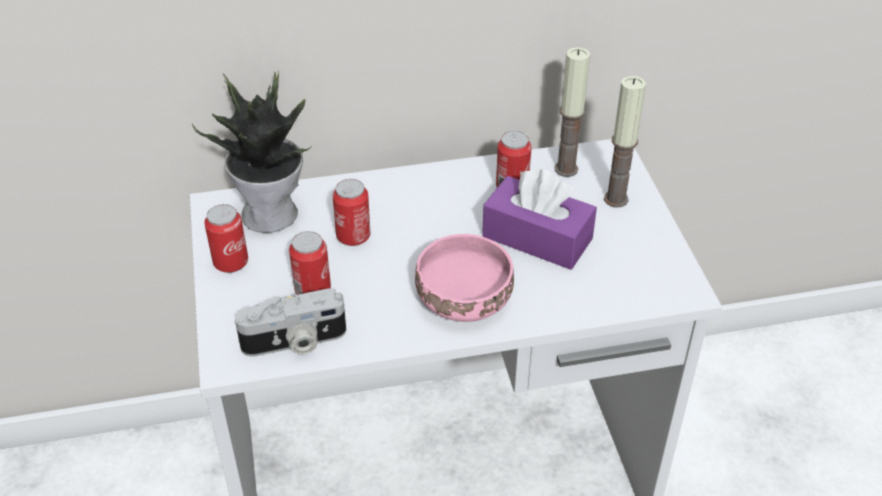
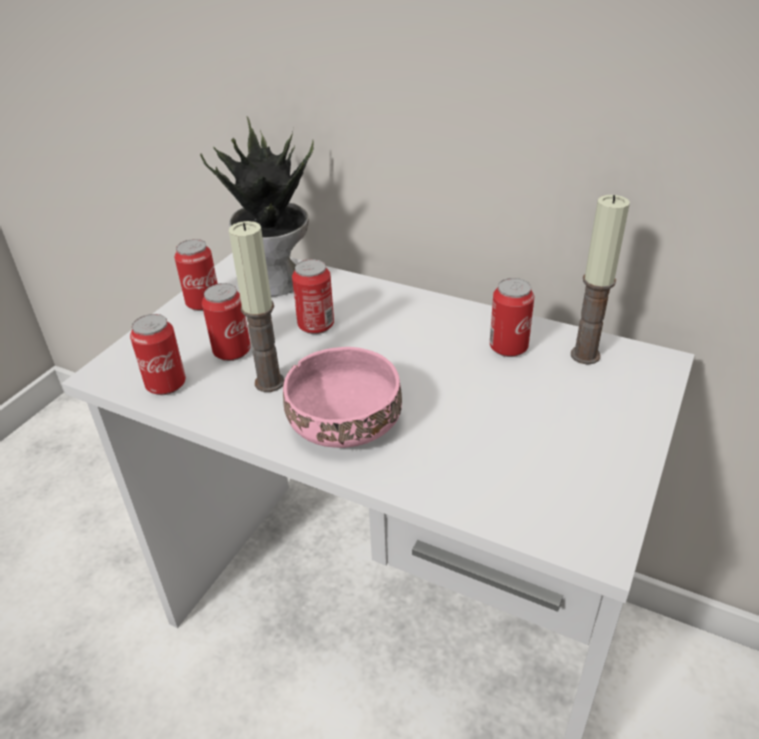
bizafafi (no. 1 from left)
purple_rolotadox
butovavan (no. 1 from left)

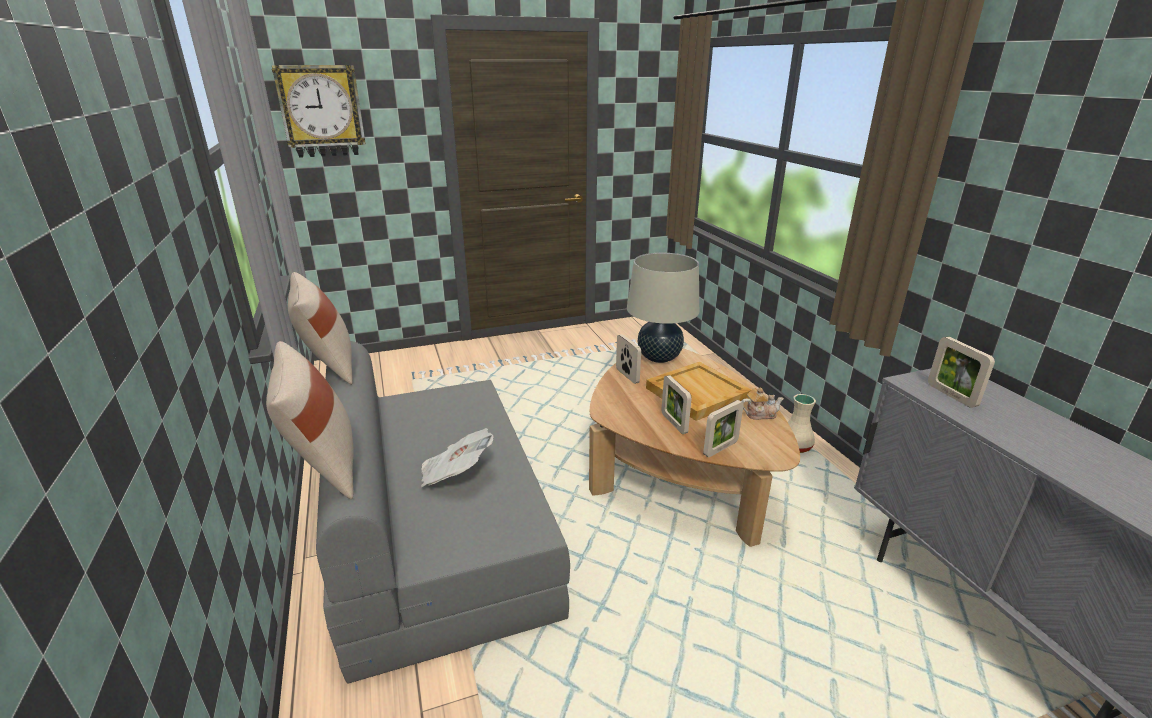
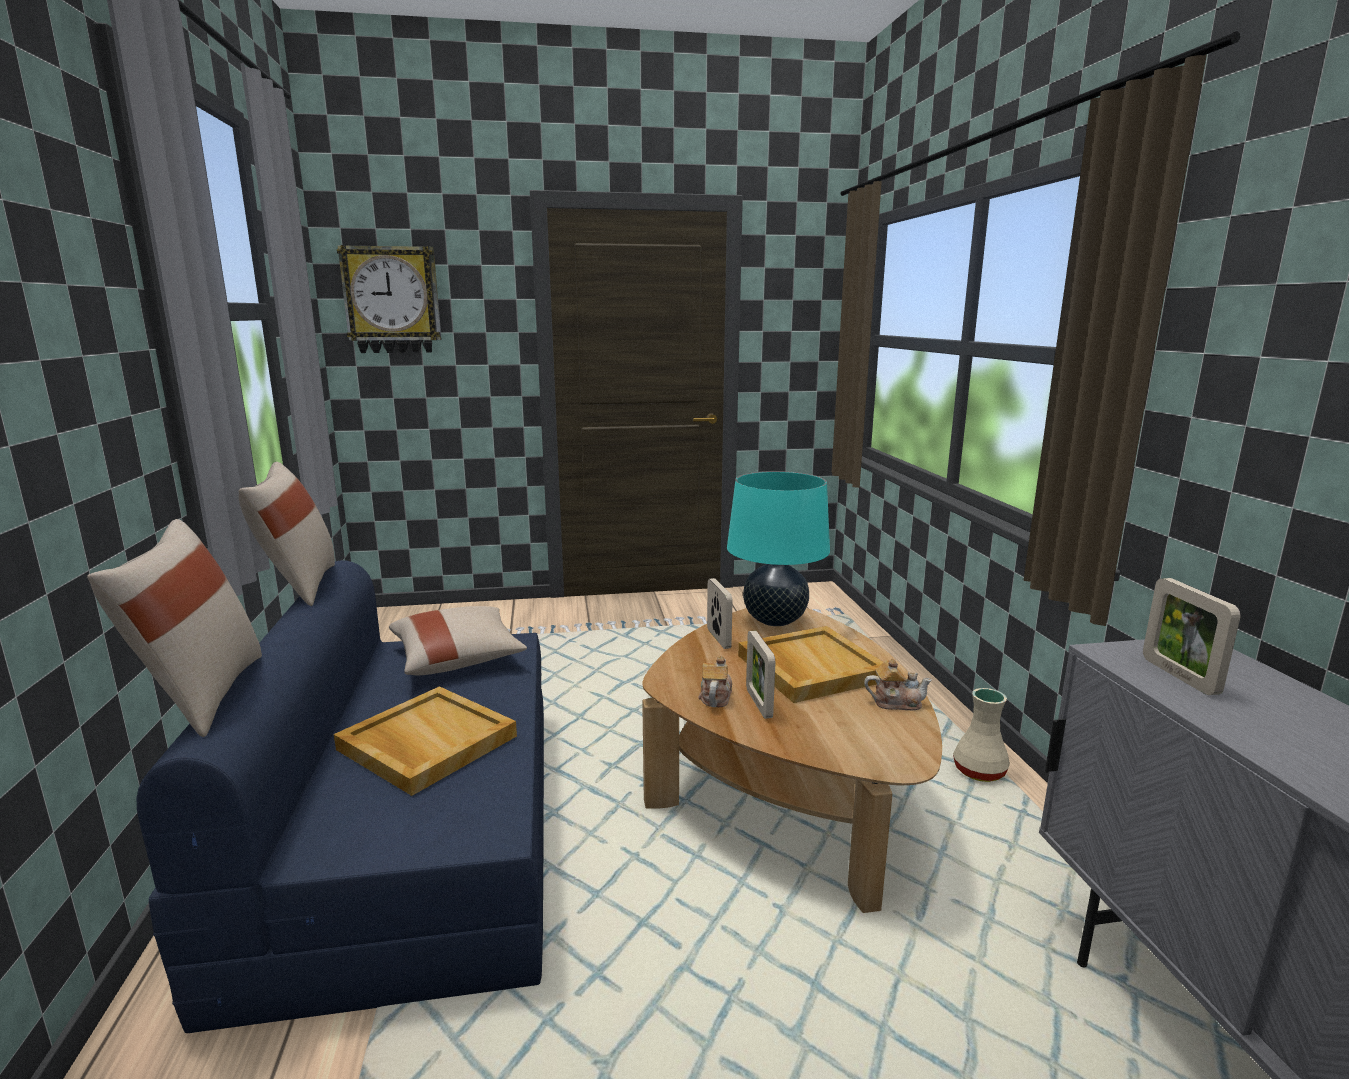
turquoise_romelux
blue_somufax
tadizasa (no. 3 from left in the first image)
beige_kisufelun (no. 1 from left)
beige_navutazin (no. 3 from left)
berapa (no. 1 from left)

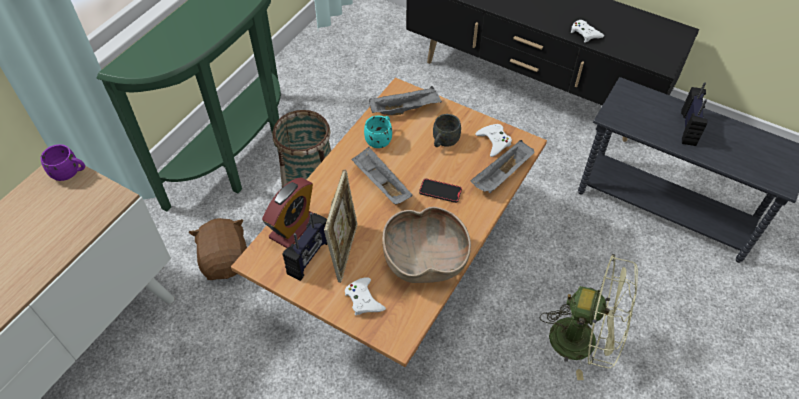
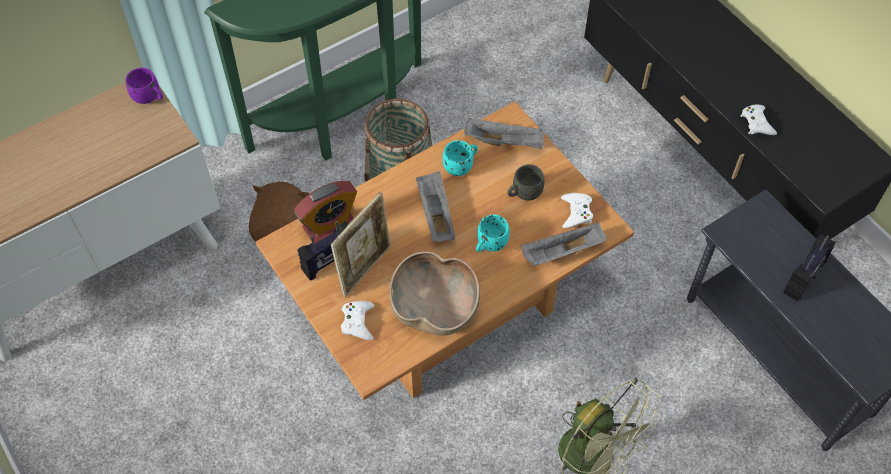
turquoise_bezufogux (no. 2 from left)

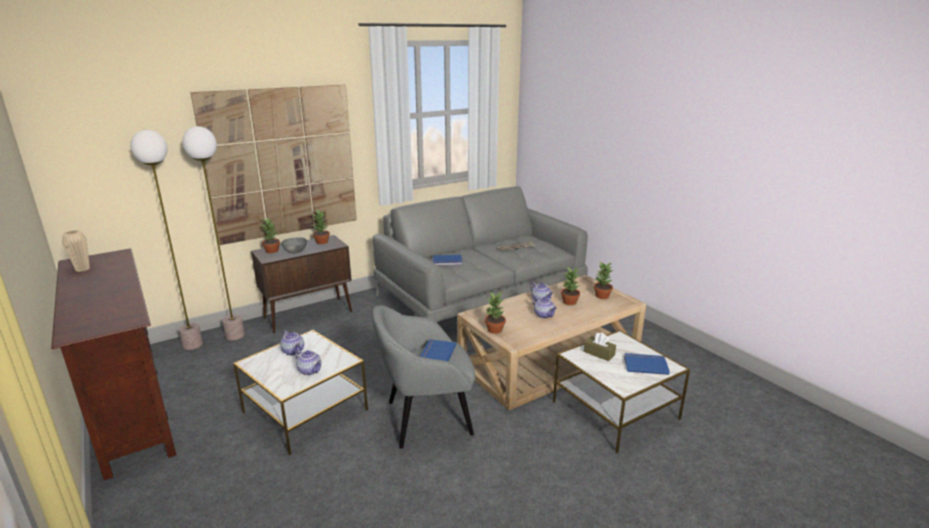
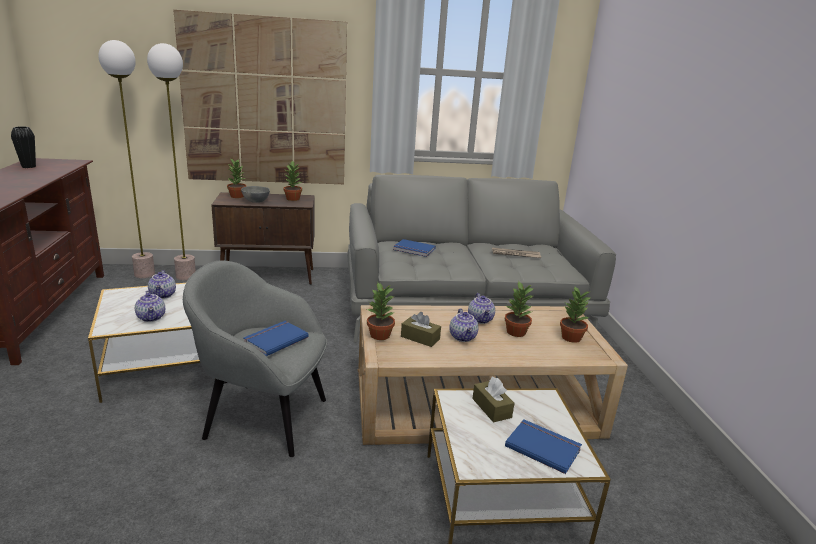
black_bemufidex
brown_rolotadox (no. 1 from left)

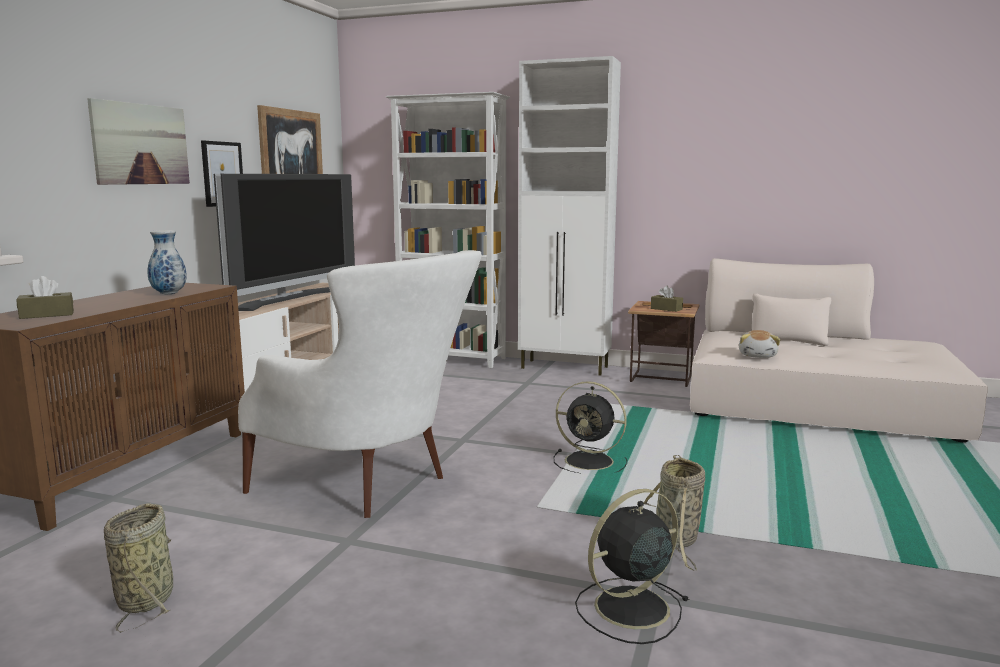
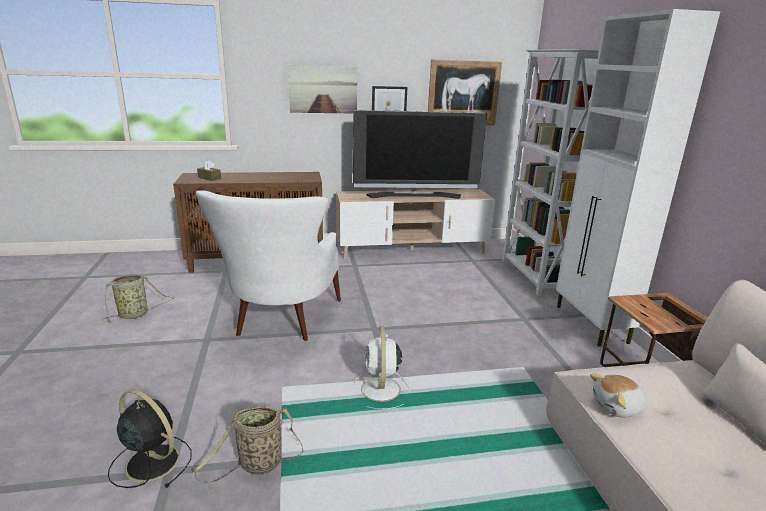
bemufidex
brown_rolotadox (no. 2 from left in the first image)
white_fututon

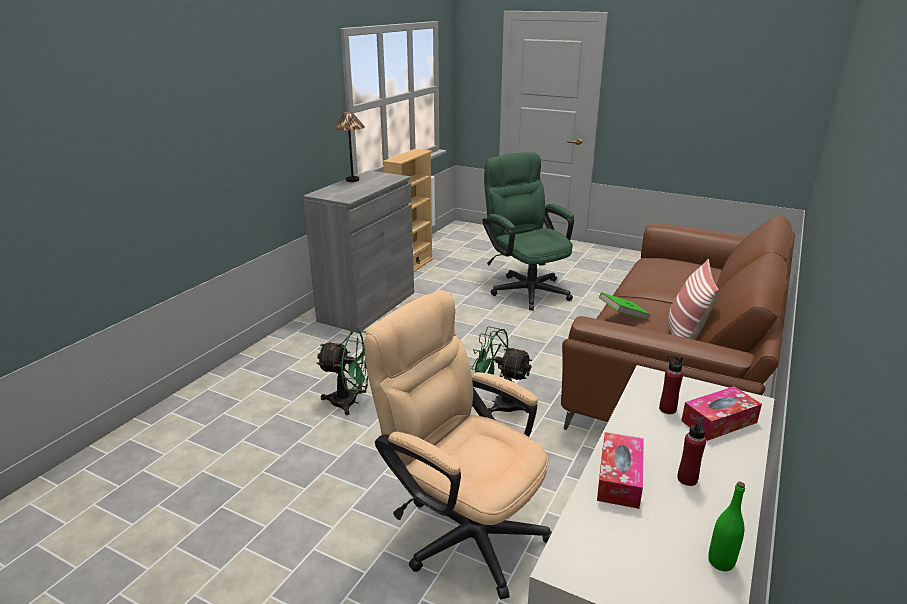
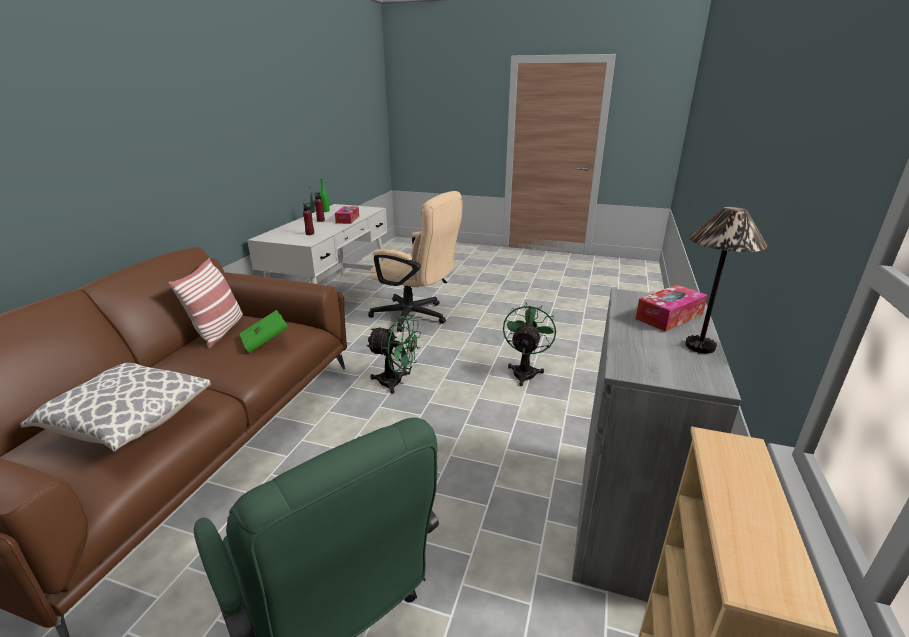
green_fututon (no. 2 from left)
rolotadox (no. 2 from left)
navutazin (no. 1 from left)

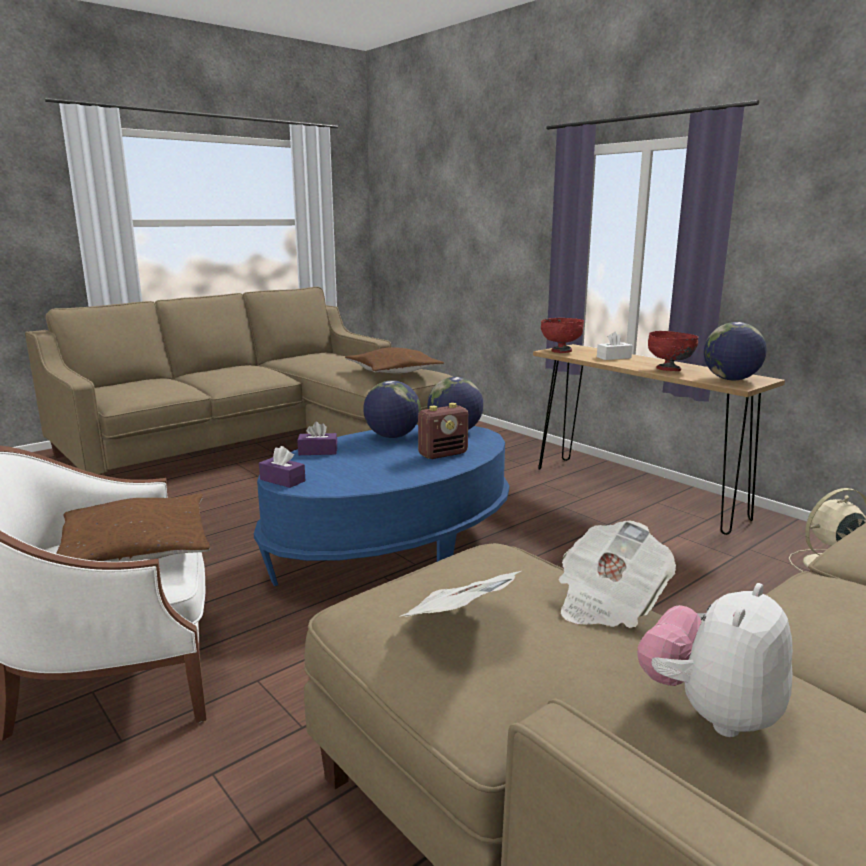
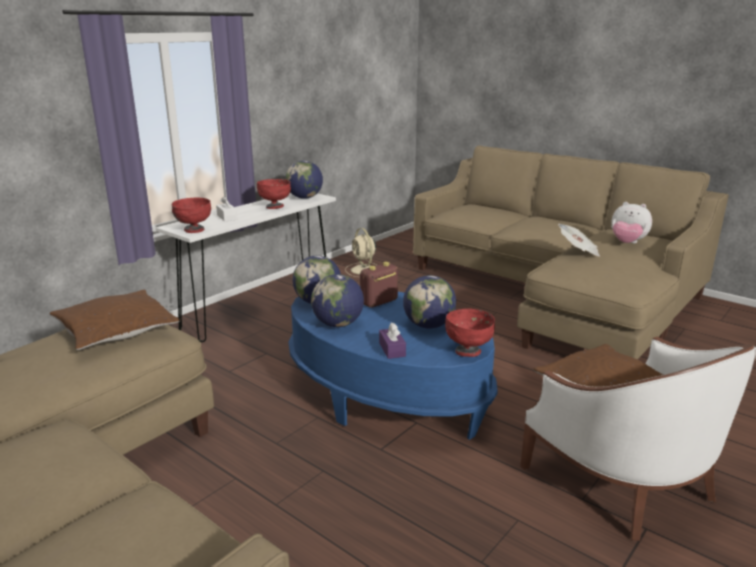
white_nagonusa
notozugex
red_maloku (no. 3 from left)
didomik (no. 1 from left in the first image)
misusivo (no. 4 from left)

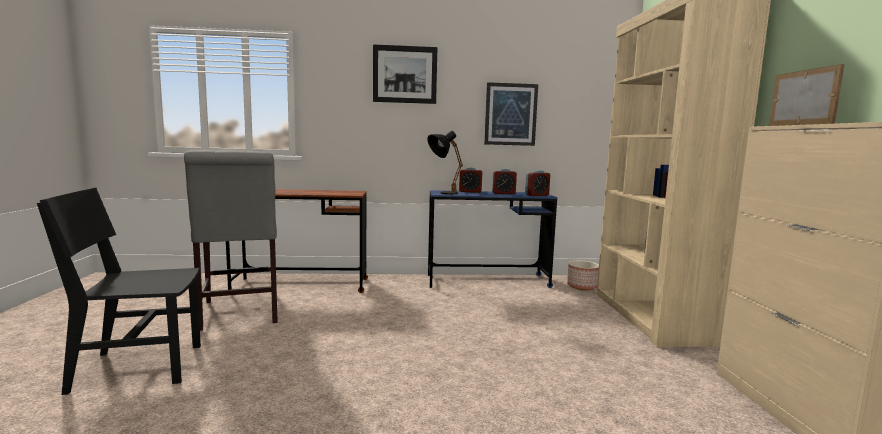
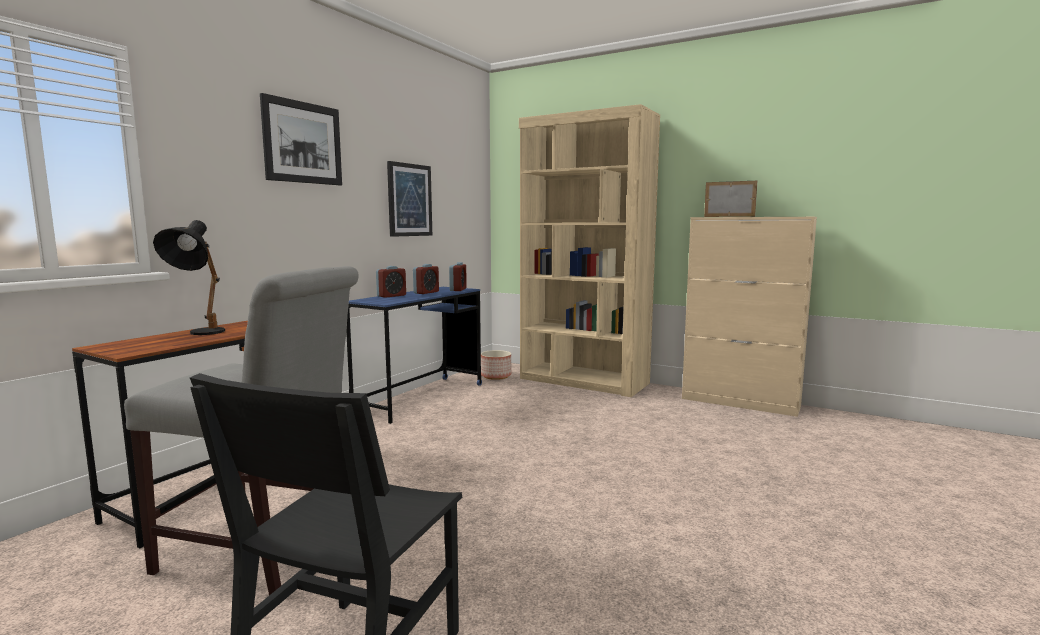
black_romelux

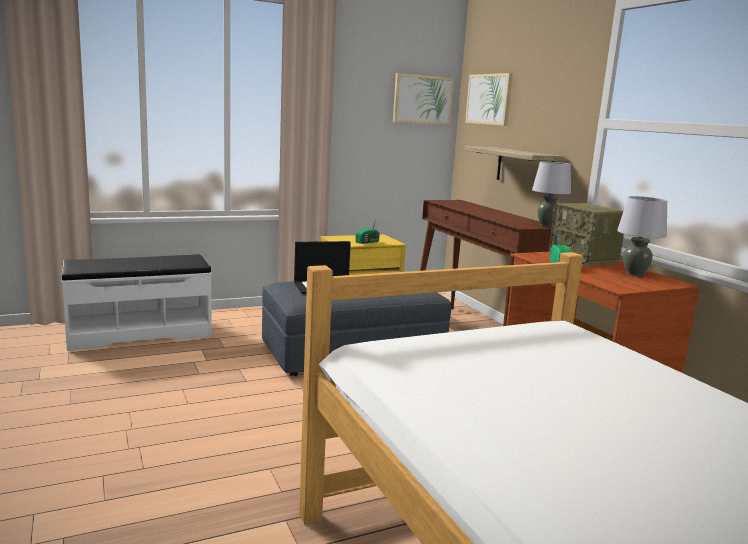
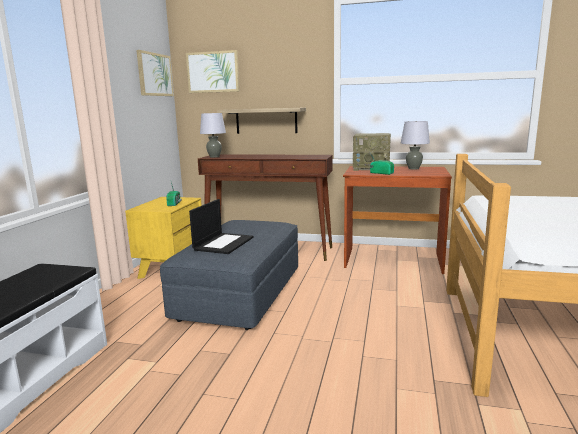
grey_romelux (no. 1 from left)

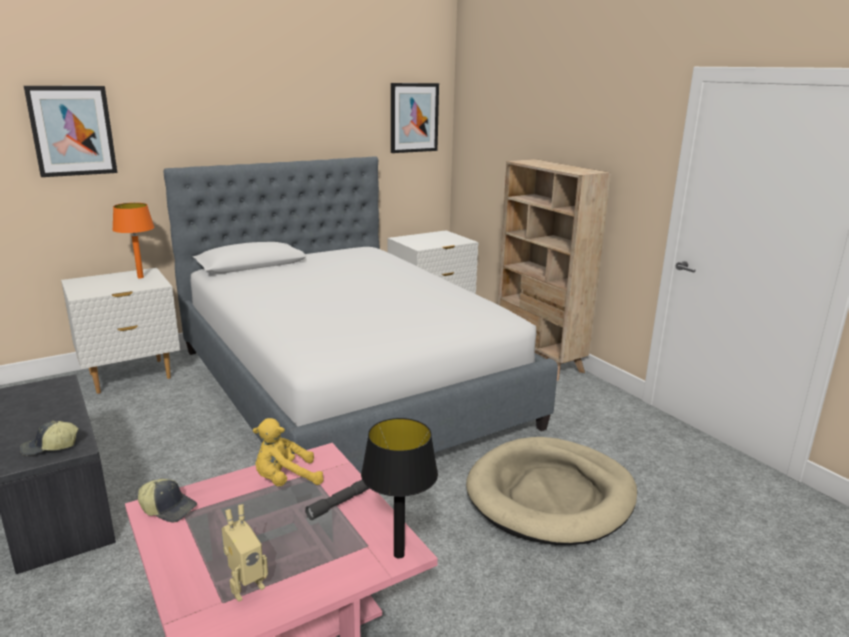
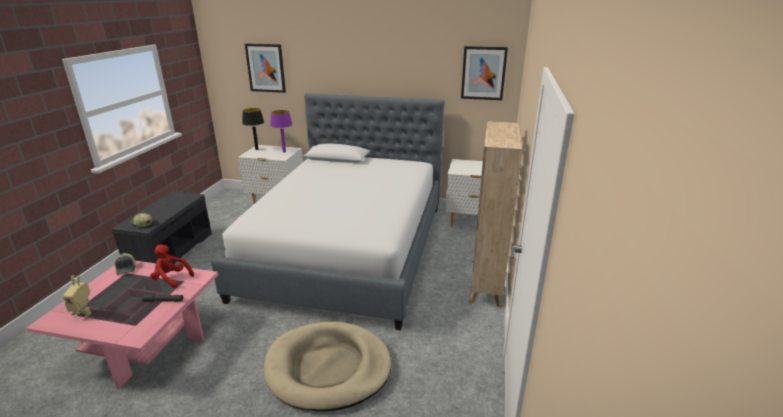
purple_romelux
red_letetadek
black_romelux

